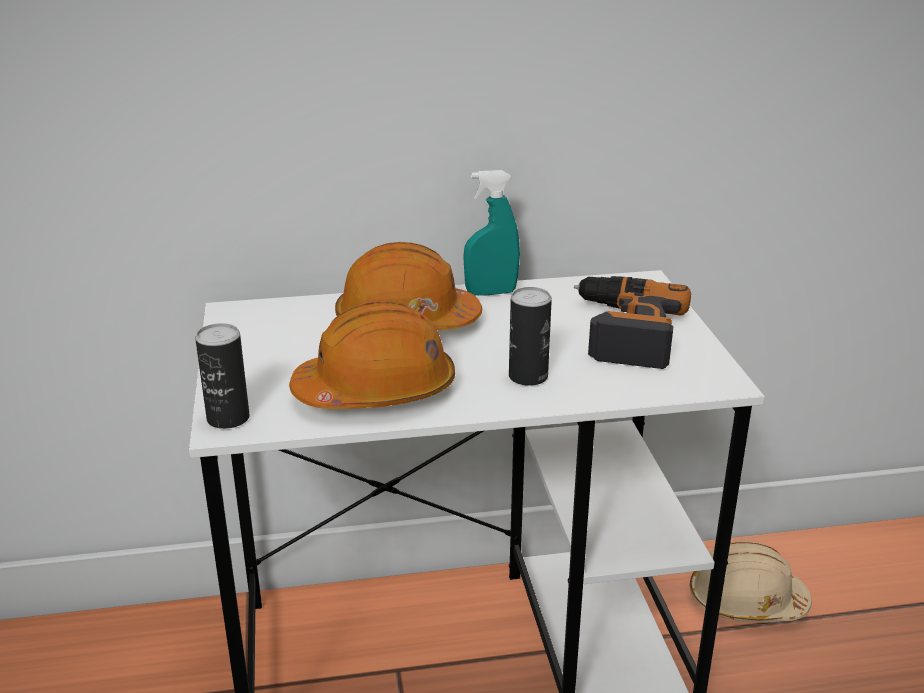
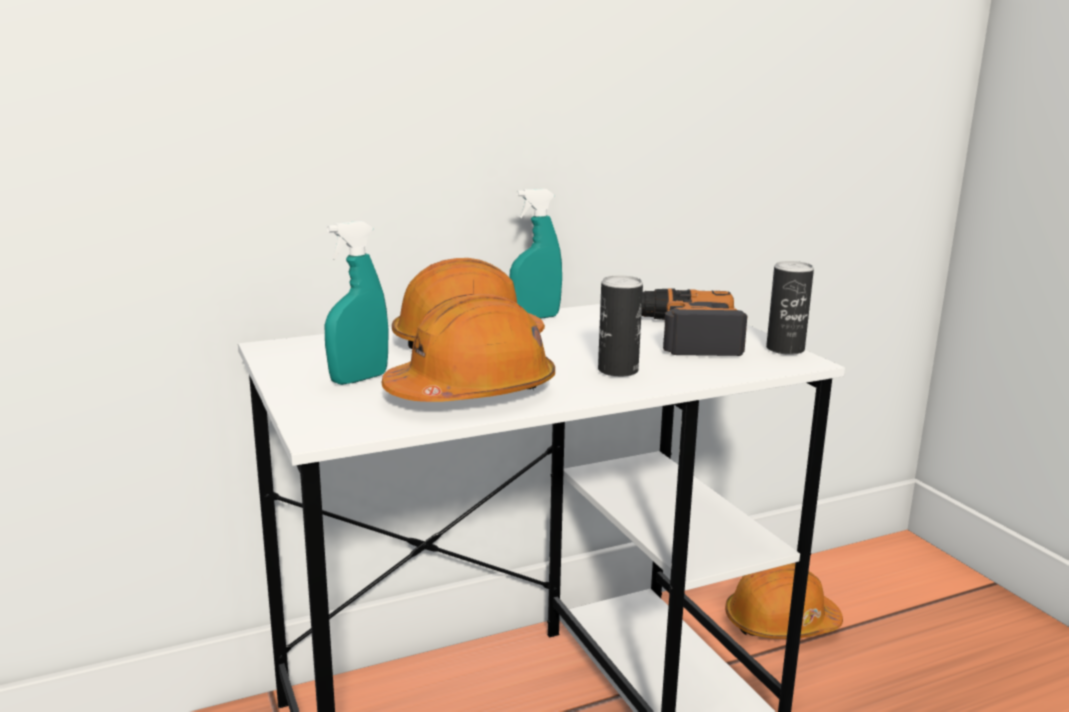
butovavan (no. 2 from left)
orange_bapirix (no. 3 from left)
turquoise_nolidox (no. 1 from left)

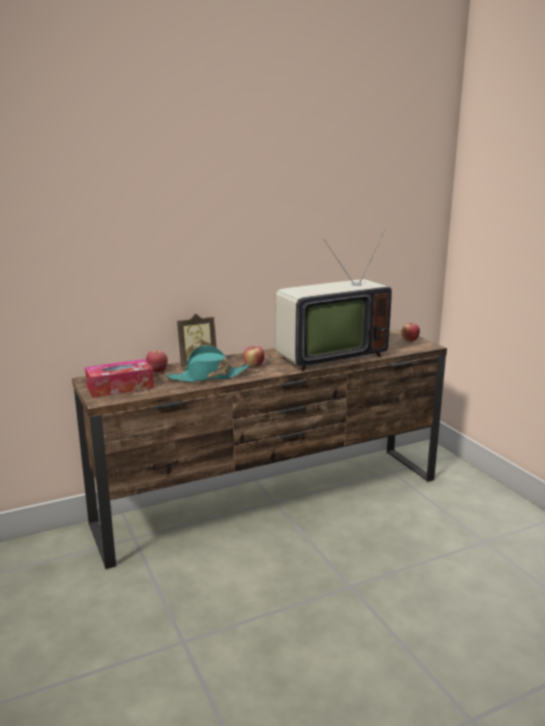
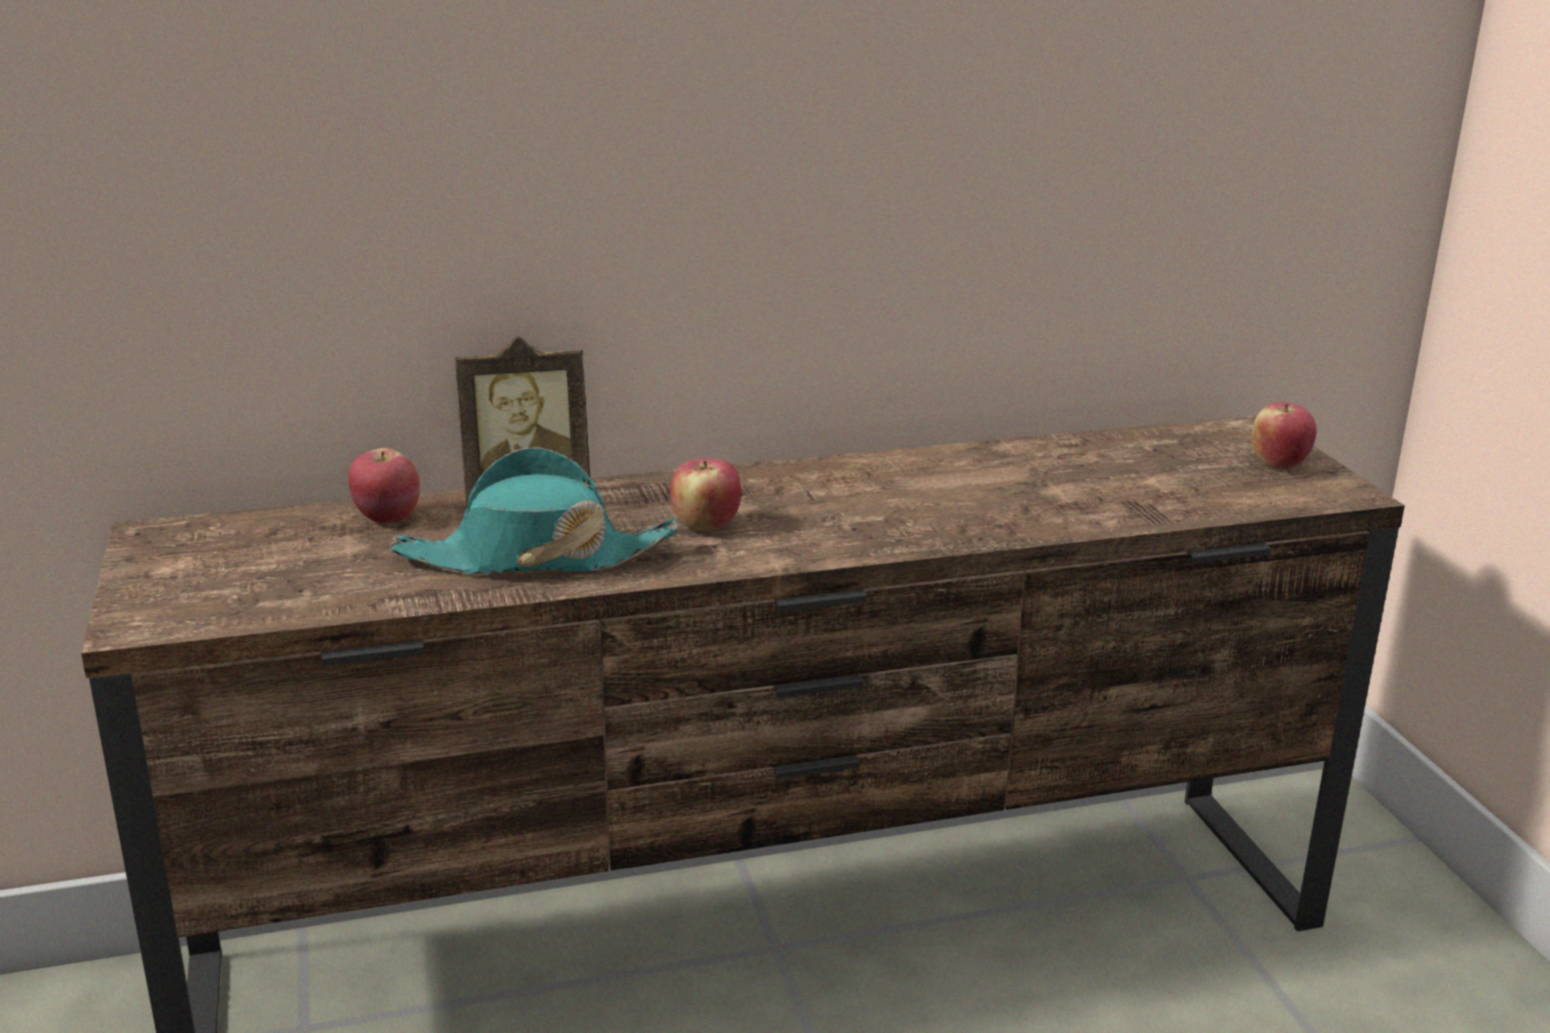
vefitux
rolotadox

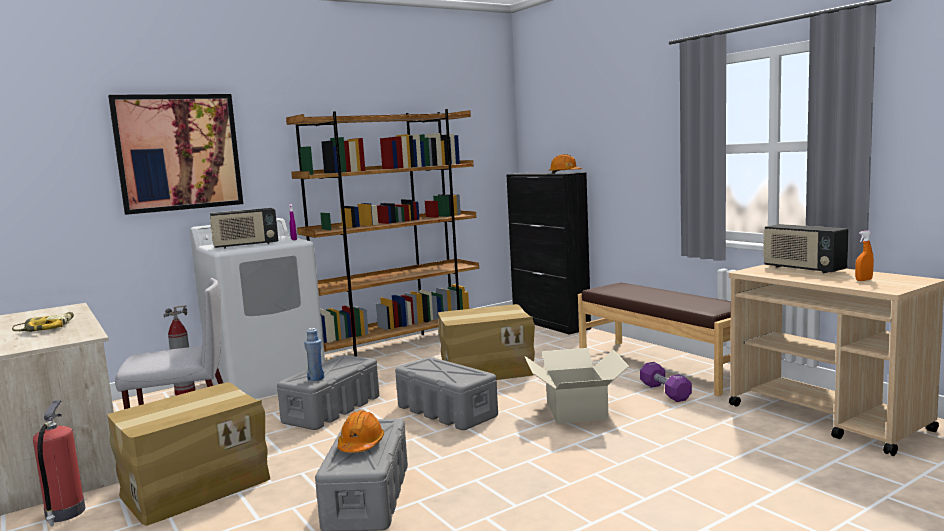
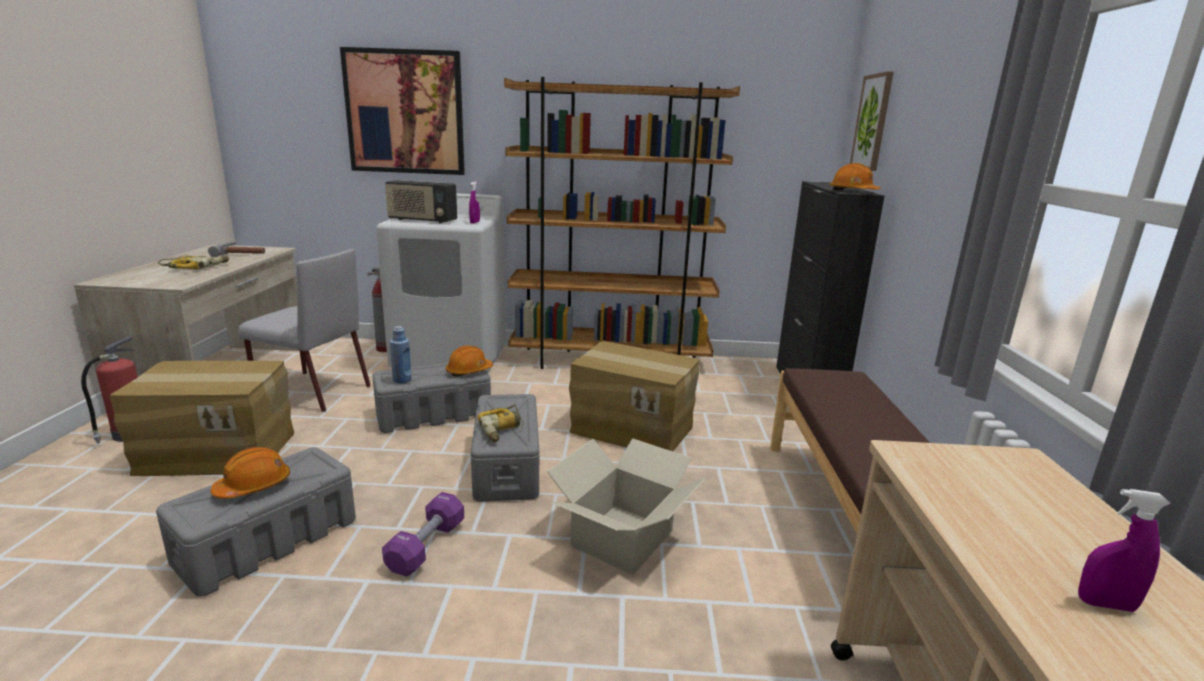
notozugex (no. 2 from left in the first image)
purple_nolidox (no. 2 from left)
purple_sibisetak
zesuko (no. 2 from left)
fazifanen
orange_bapirix (no. 2 from left)
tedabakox (no. 2 from left)

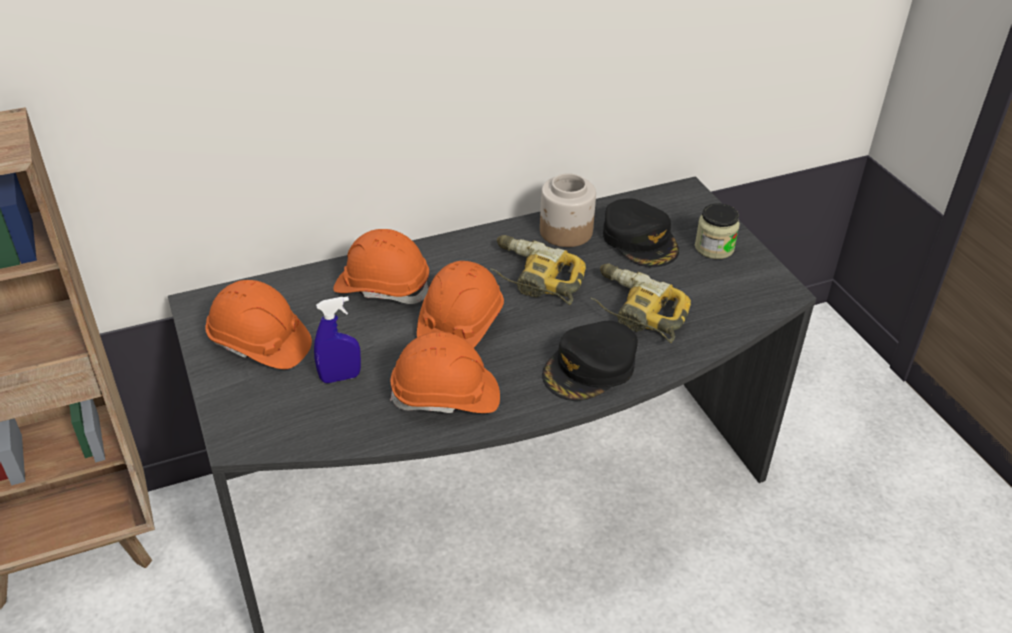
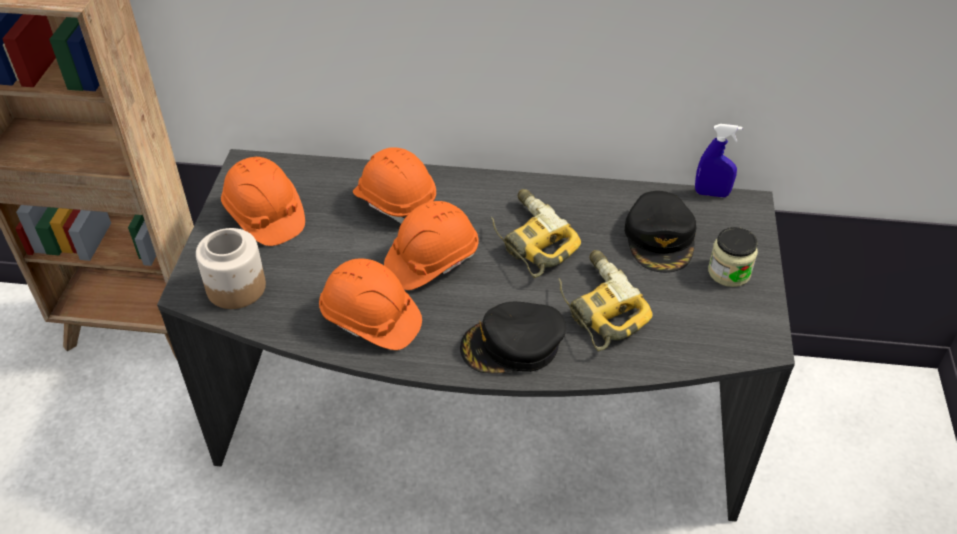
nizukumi (no. 1 from left)
blue_nolidox

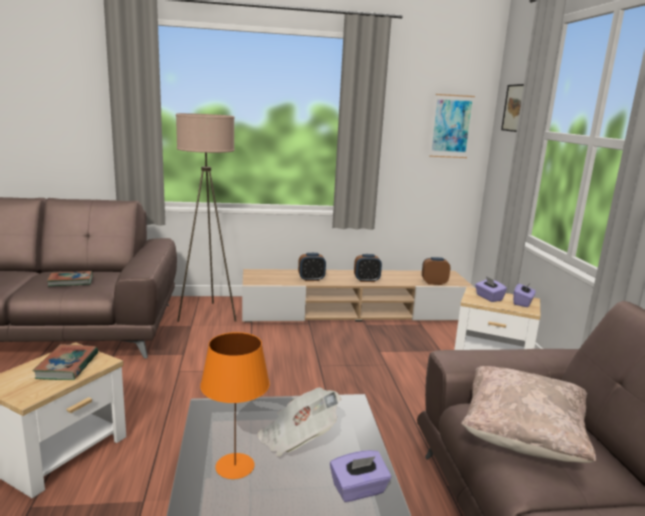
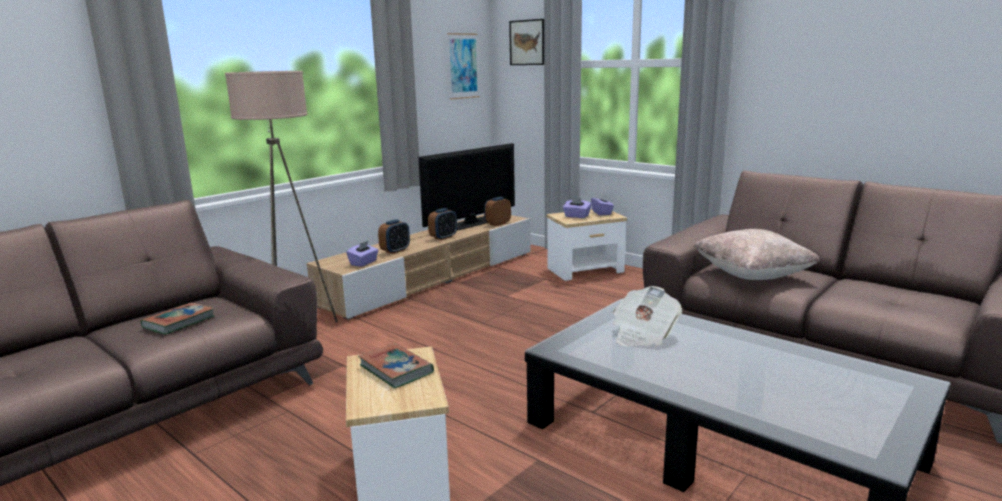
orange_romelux
purple_rolotadox (no. 1 from left)
vefitux

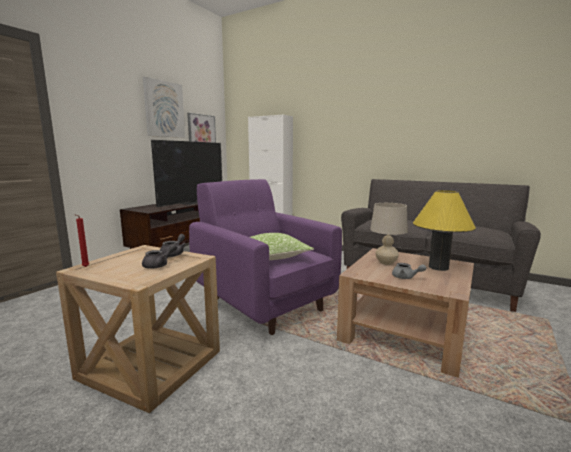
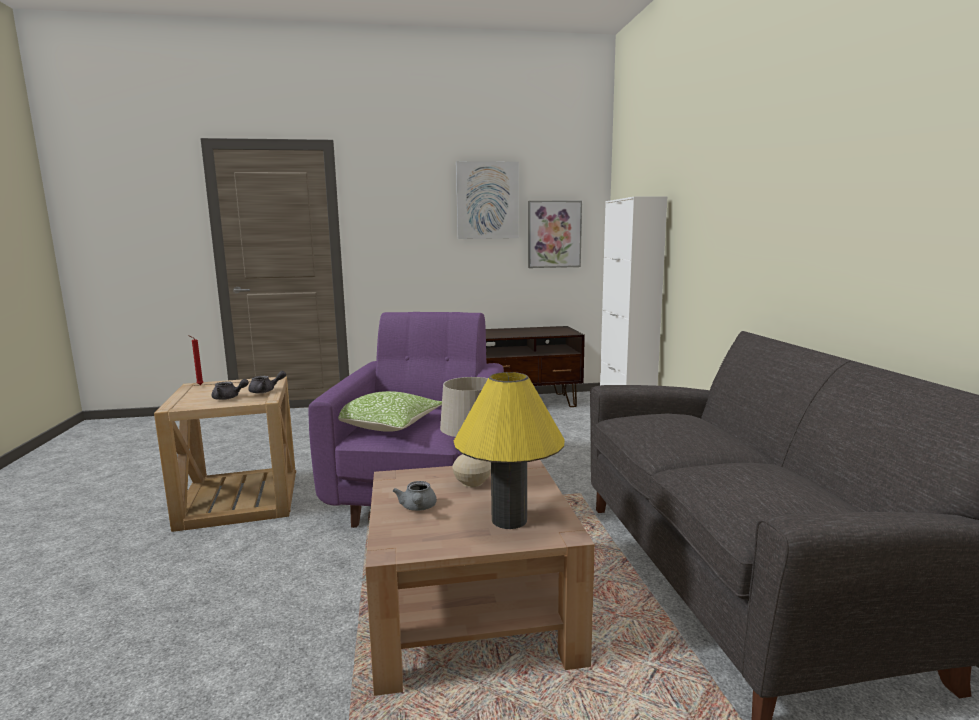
vefitux

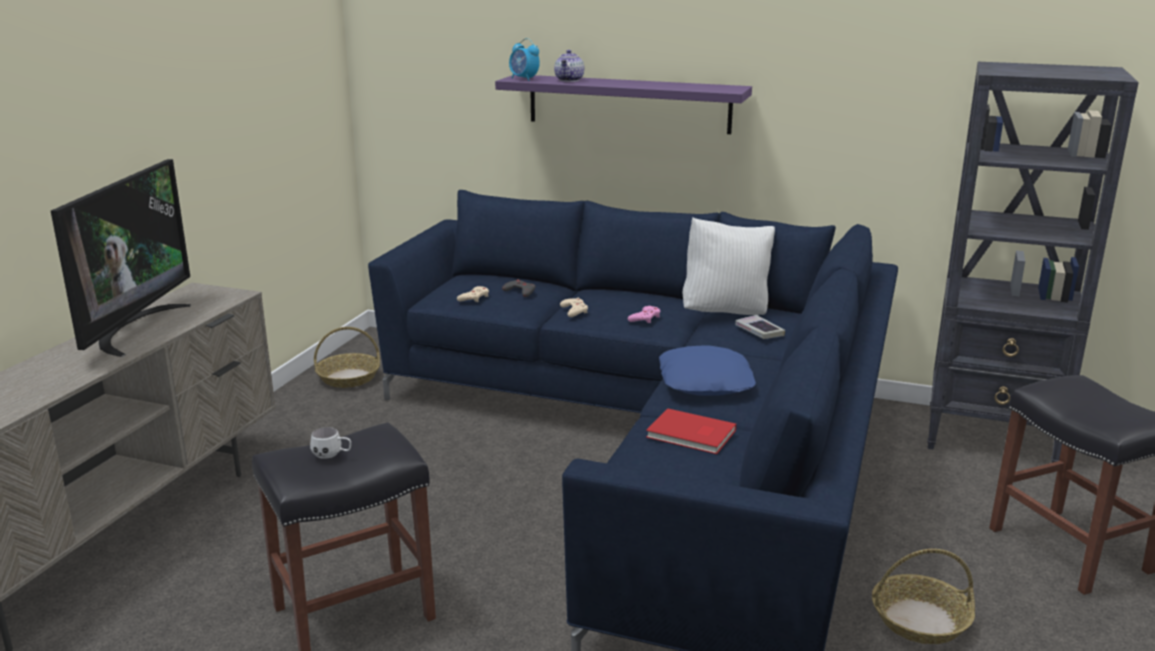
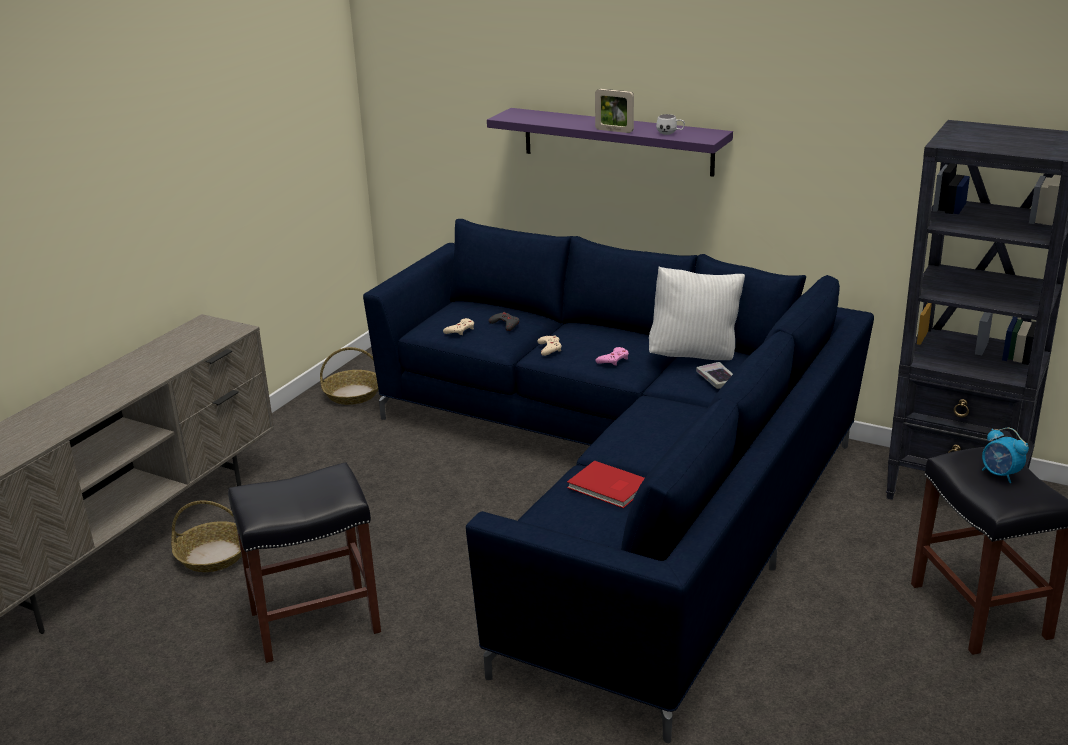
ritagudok
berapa
vefitux
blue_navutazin
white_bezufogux
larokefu (no. 1 from left)
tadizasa

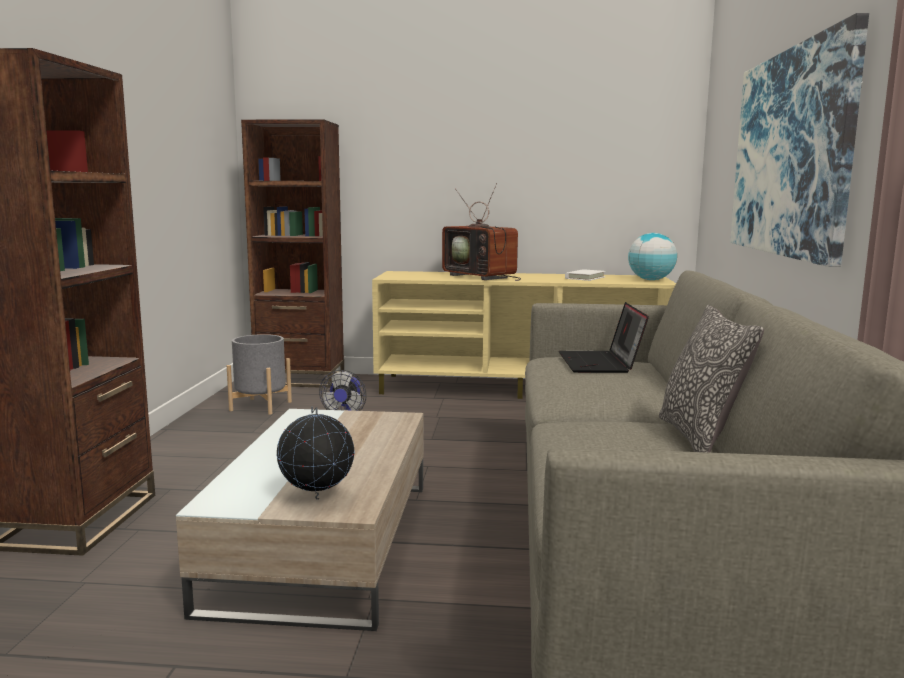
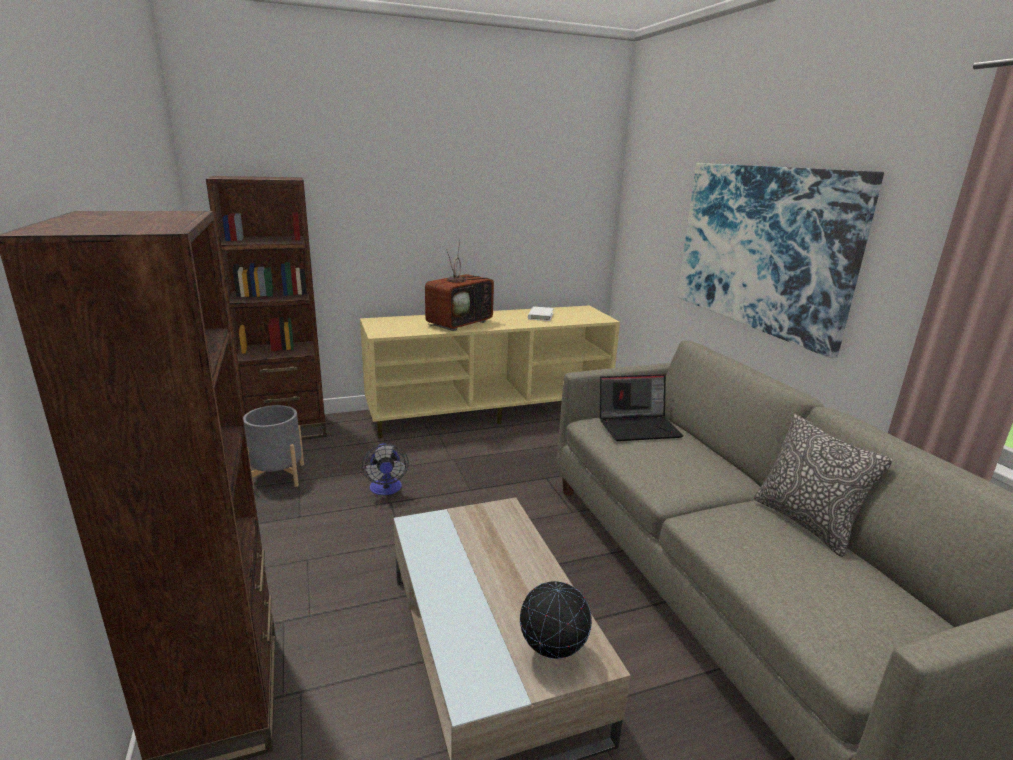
vefitux
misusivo (no. 2 from left in the first image)
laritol

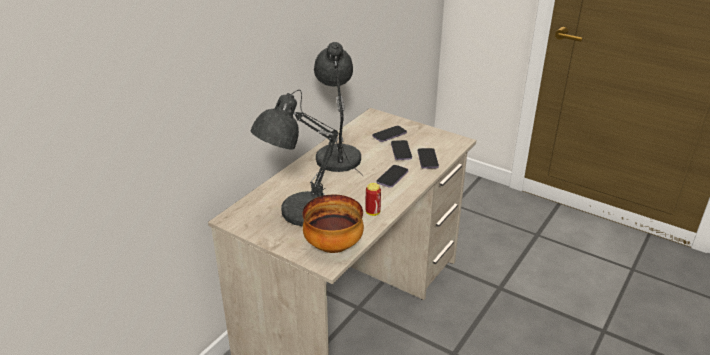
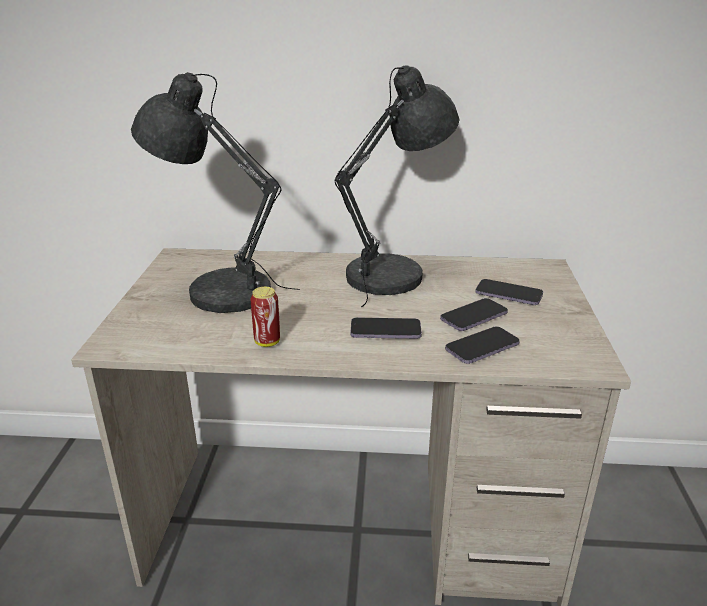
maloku

